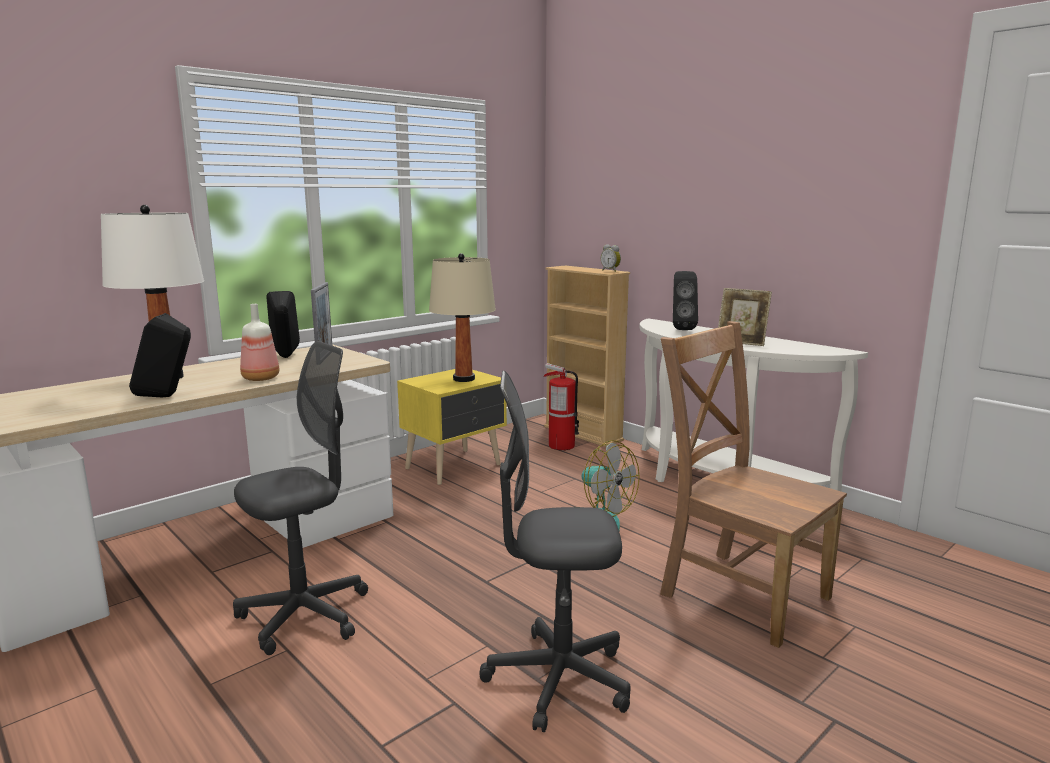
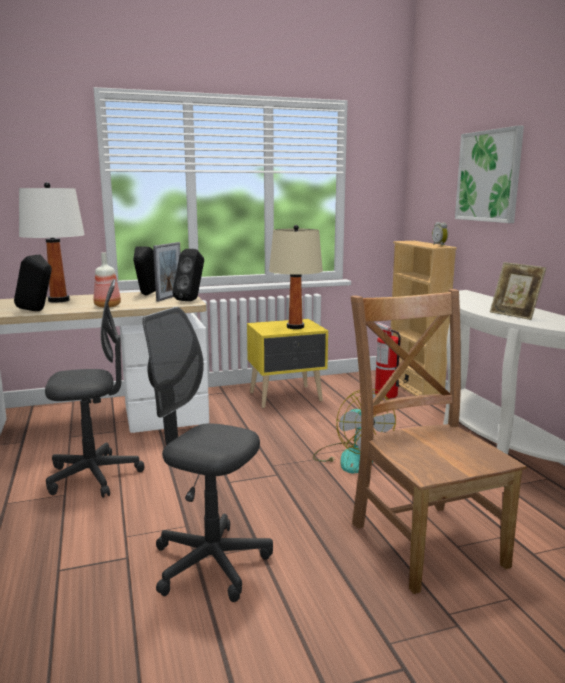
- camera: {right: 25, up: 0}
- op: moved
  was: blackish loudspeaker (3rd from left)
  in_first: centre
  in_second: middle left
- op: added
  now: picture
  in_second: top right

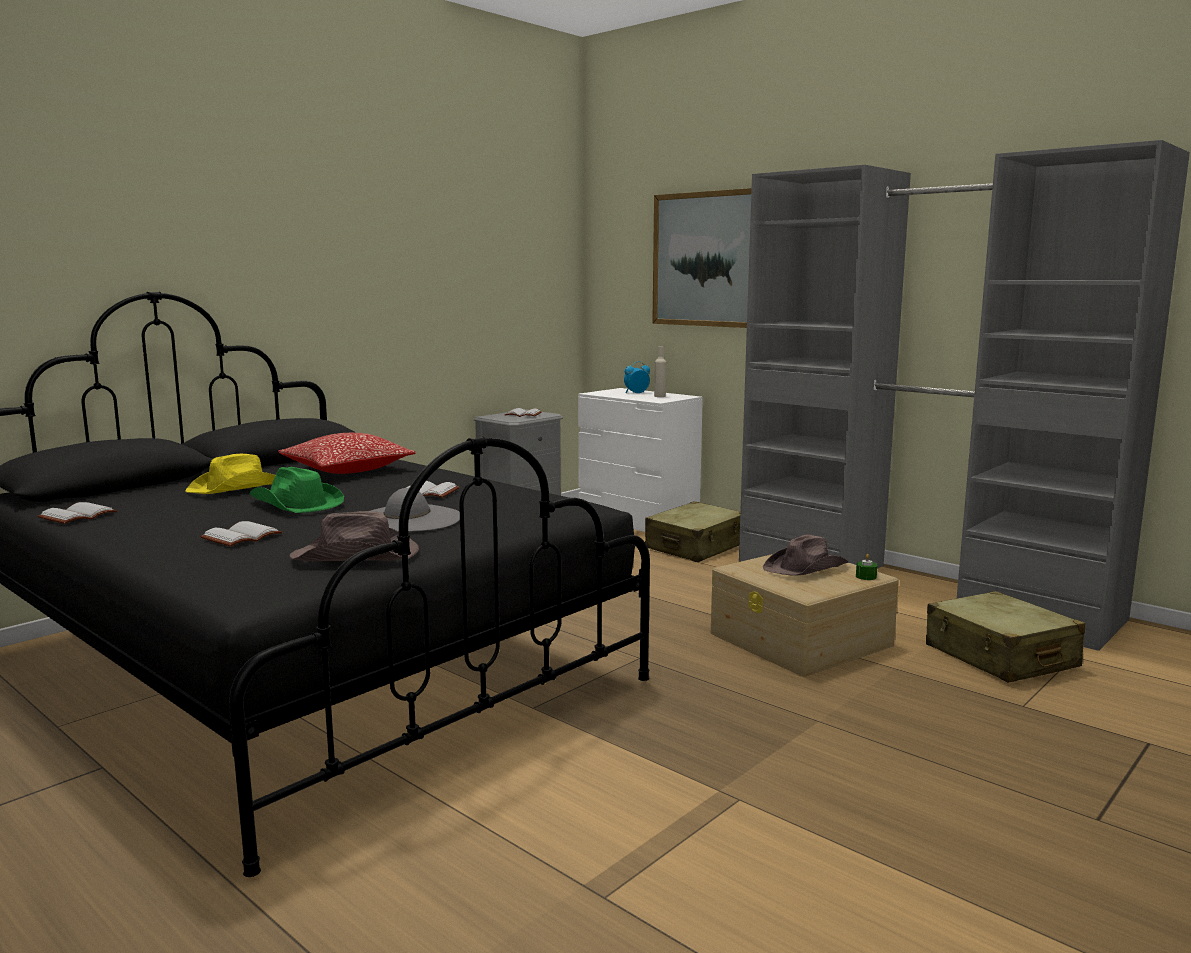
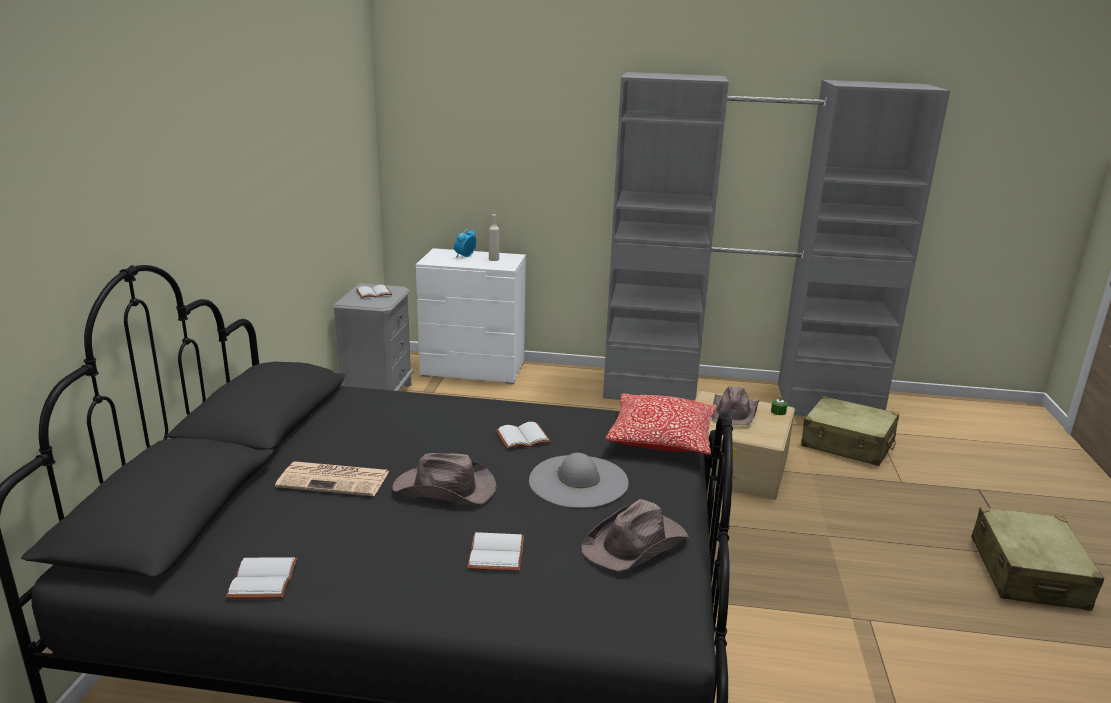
- camera: {right: -35, up: 10}
- op: replaced
  was: yellow-coloured wearable hat
  now: newspaper
  in_first: middle left
  in_second: bottom left
- op: recoloured
  was: green wearable hat
  now: brownish wearable hat (1st from left)
  in_first: middle left
  in_second: bottom centre
- op: moved
  was: throw pillow
  in_first: middle left
  in_second: centre
- op: moved
  was: beige-coloured travel case (1st from left in the first image)
  now: beige-coloured travel case (2nd from left)
  in_first: centre
  in_second: bottom right
- op: removed
  was: picture
  in_first: top centre

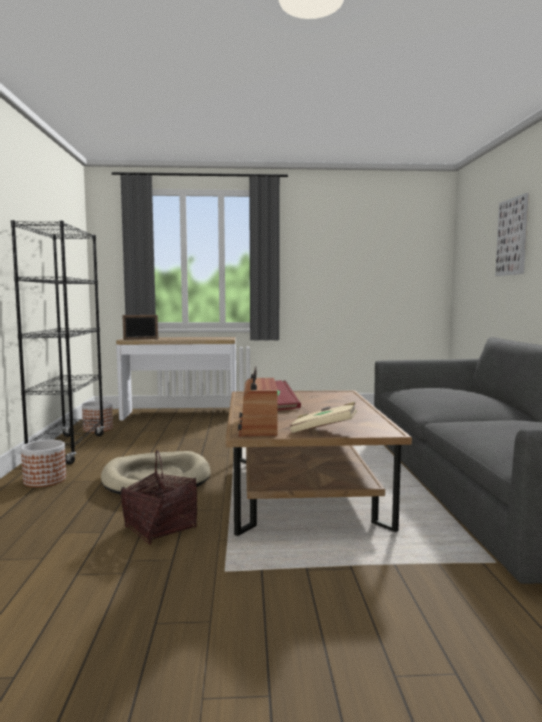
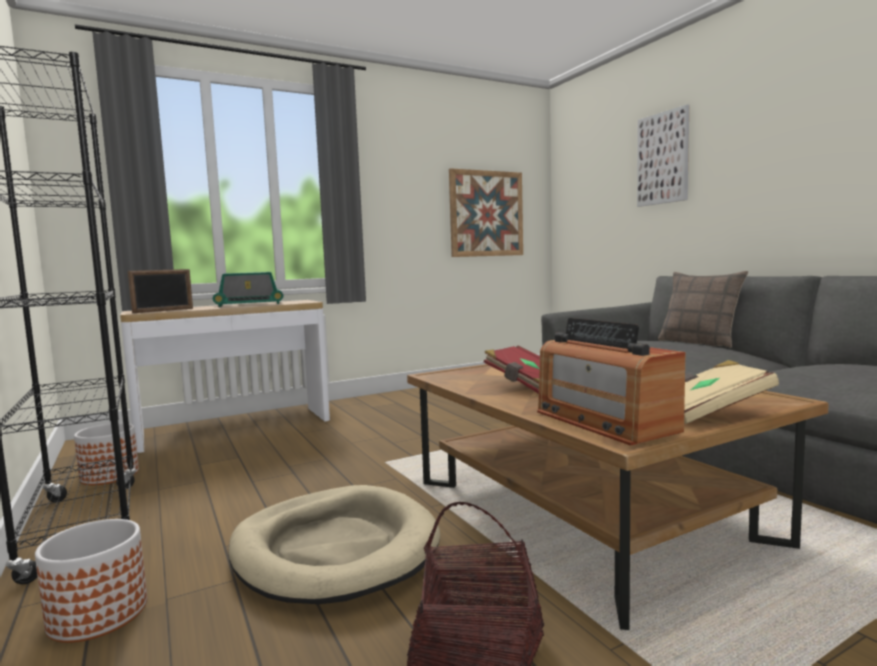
- camera: {right: -25, up: 0}
- op: added
  now: radio (1st from left)
  in_second: middle left
- op: added
  now: picture (1st from left)
  in_second: top centre
- op: added
  now: throw pillow
  in_second: middle right

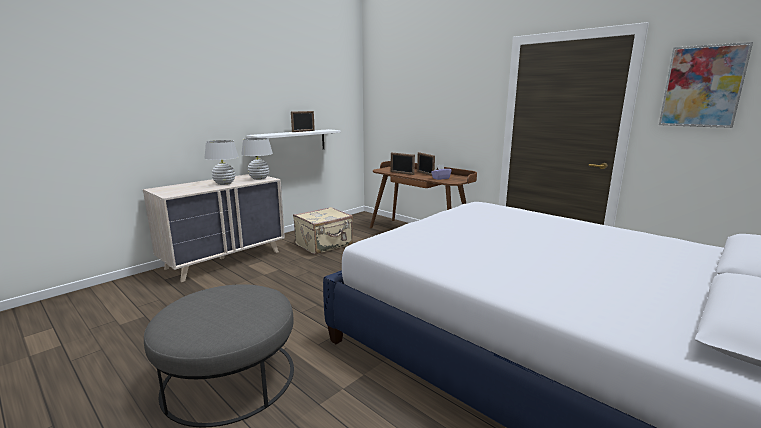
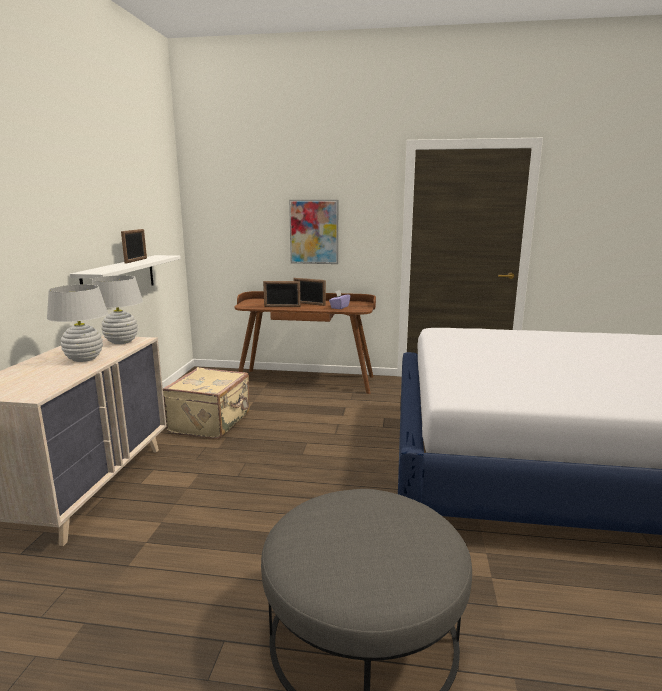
- camera: {right: -35, up: 0}
- op: moved
  was: picture
  in_first: top right
  in_second: centre

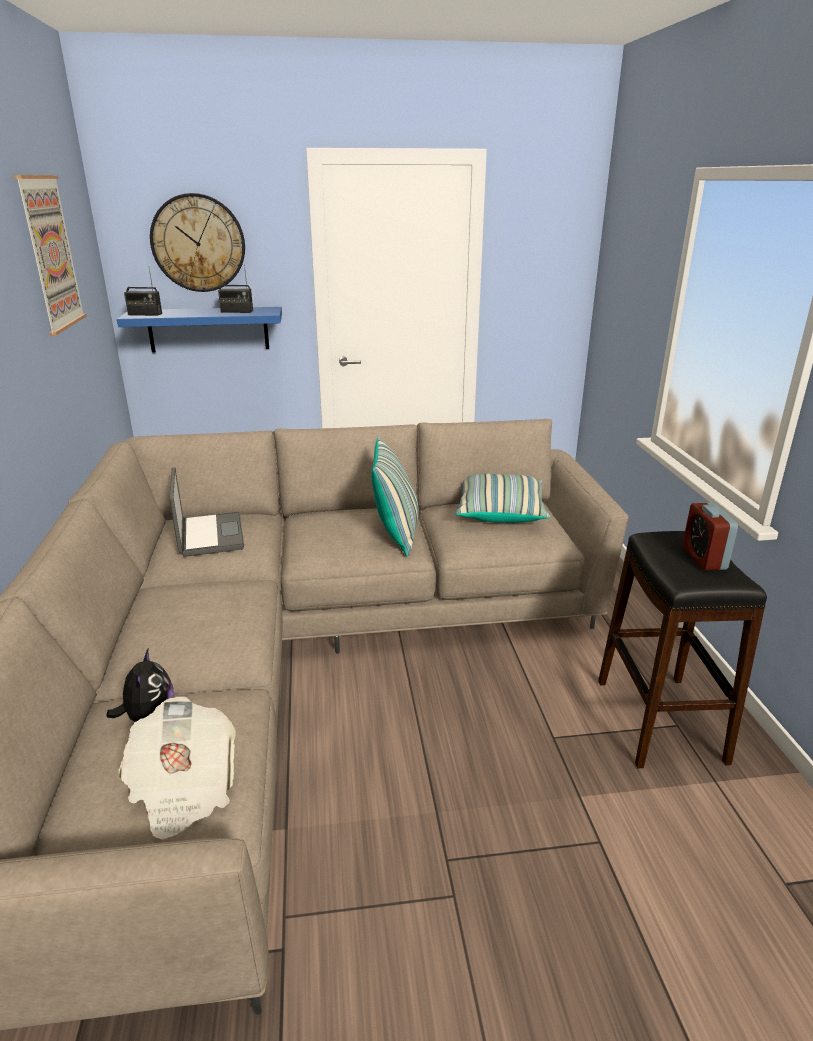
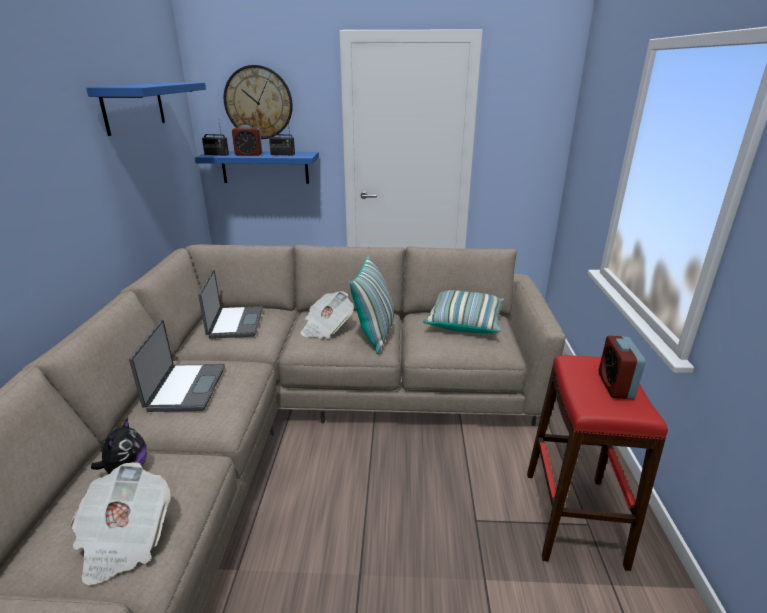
- camera: {right: 10, up: 0}
- op: replaced
  was: picture
  now: blue bracket shelf (1st from left)
  in_first: top left
  in_second: top left
- op: added
  now: laptop (1st from left)
  in_second: middle left
- op: added
  now: alarm clock (1st from left)
  in_second: top left
- op: added
  now: newspaper (2nd from left)
  in_second: centre
- op: recoloured
  was: blackish stool seat
  now: reddish stool seat
  in_first: middle right
  in_second: bottom right

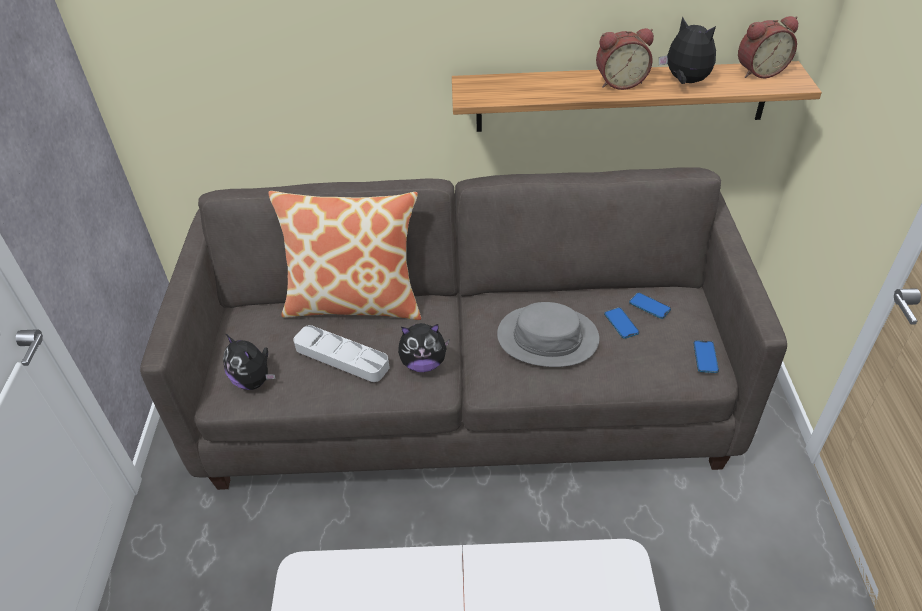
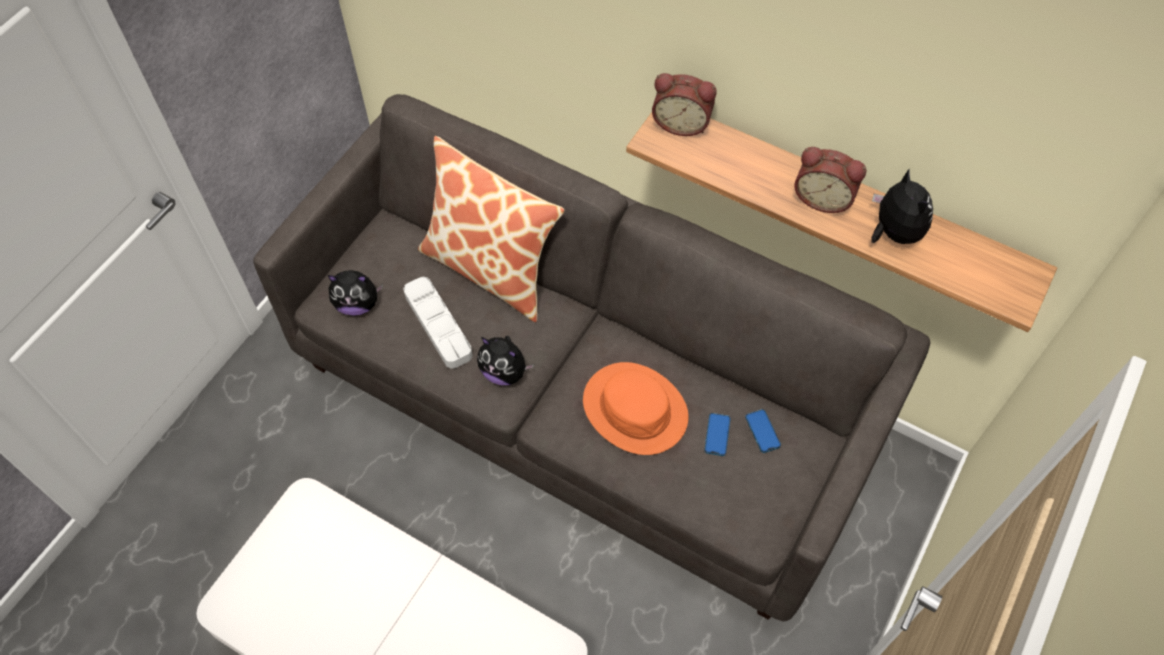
- camera: {right: 30, up: 15}
- op: turned
  was: soft toy (1st from left)
  in_first: middle left
  in_second: middle left
  clockwise: -75
- op: recoloured
  was: greyish wearable hat
  now: orangey wearable hat
  in_first: centre
  in_second: centre
- op: moved
  was: alarm clock (2nd from left in the first image)
  now: alarm clock (1st from left)
  in_first: top right
  in_second: top centre
- op: removed
  was: telephone (3rd from left)
  in_first: middle right

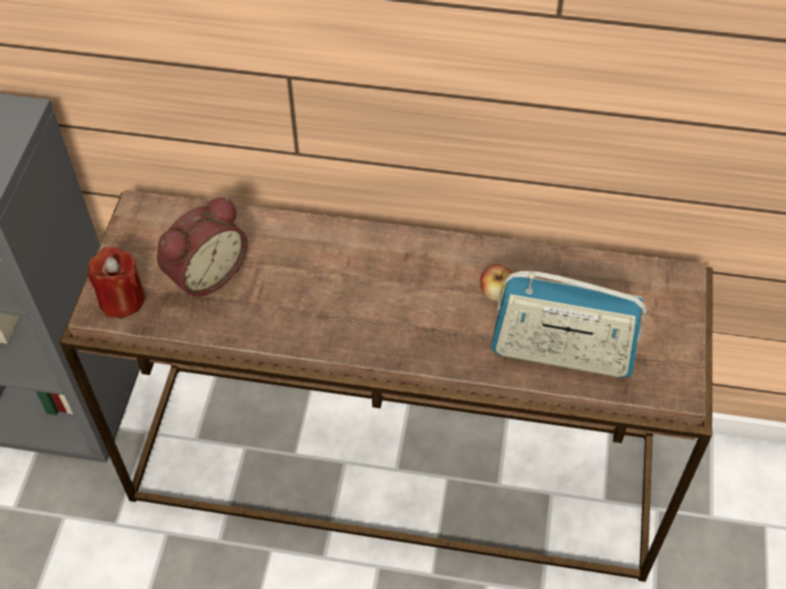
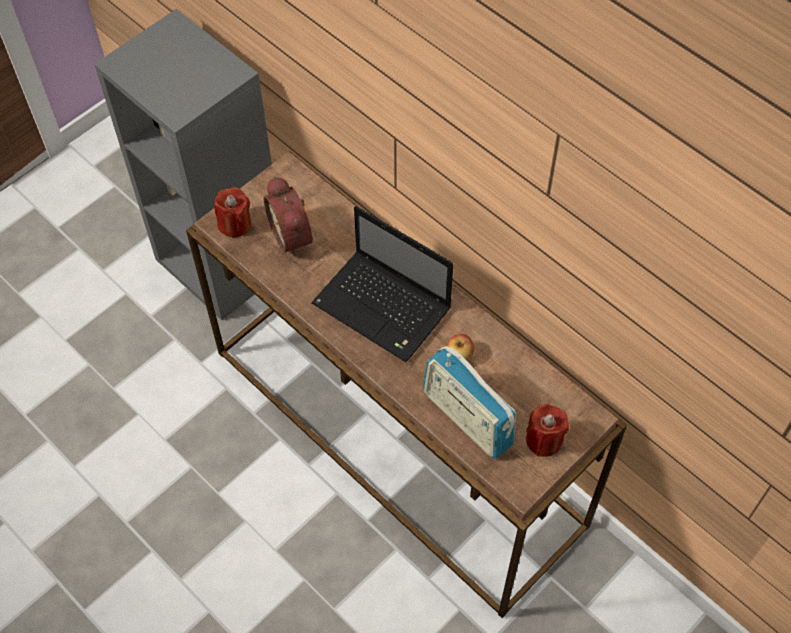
- camera: {right: 35, up: 5}
- op: turned
  was: alarm clock
  in_first: middle left
  in_second: centre
  clockwise: 75
- op: added
  now: laptop
  in_second: centre
- op: added
  now: reddish wax light (2nd from left)
  in_second: bottom right

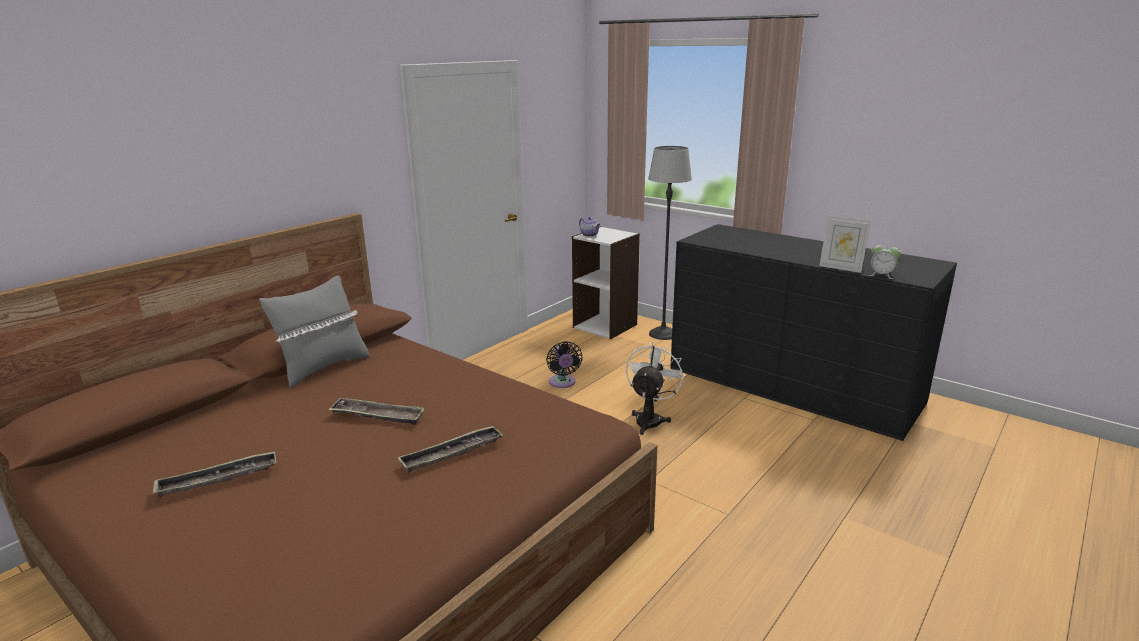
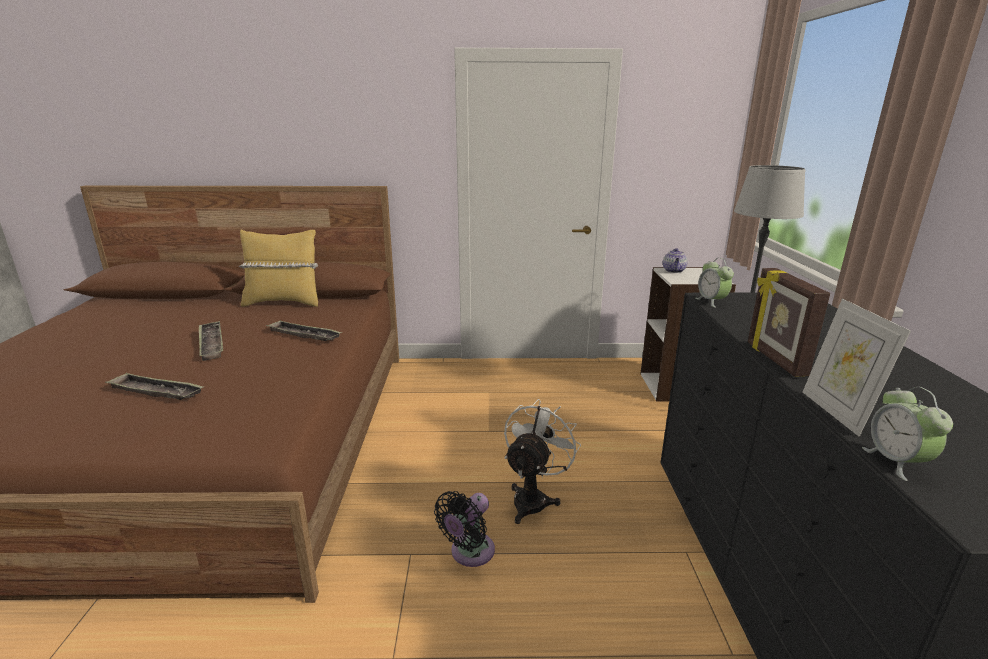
- camera: {right: 50, up: 0}
- op: recoloured
  was: greyish throw pillow
  now: yellow-coloured throw pillow
  in_first: middle left
  in_second: middle left
- op: moved
  was: serving tray (1st from left in the first image)
  now: serving tray (3rd from left)
  in_first: bottom left
  in_second: middle left
- op: moved
  was: blackish electric fan
  in_first: centre
  in_second: bottom centre
- op: turned
  was: white-coloured electric fan
  in_first: centre
  in_second: bottom centre
  clockwise: -45
- op: added
  now: alarm clock (1st from left)
  in_second: middle right
- op: added
  now: standing frame (1st from left)
  in_second: middle right

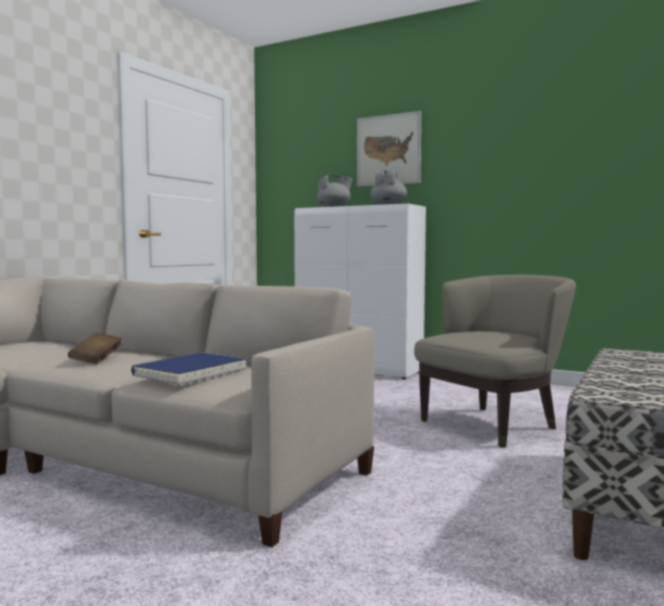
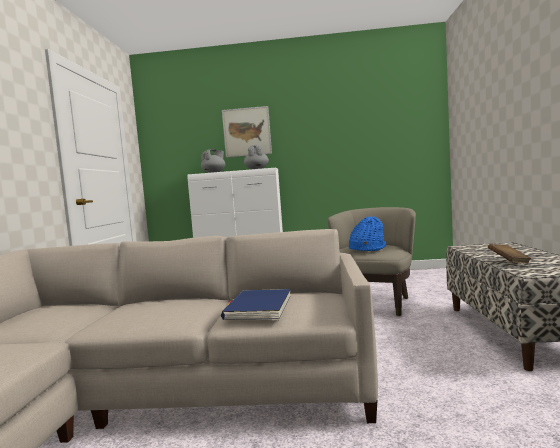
- camera: {right: -25, up: 0}
- op: added
  now: blue wearable hat
  in_second: centre
- op: moved
  was: brownish bound book
  in_first: middle left
  in_second: middle right

